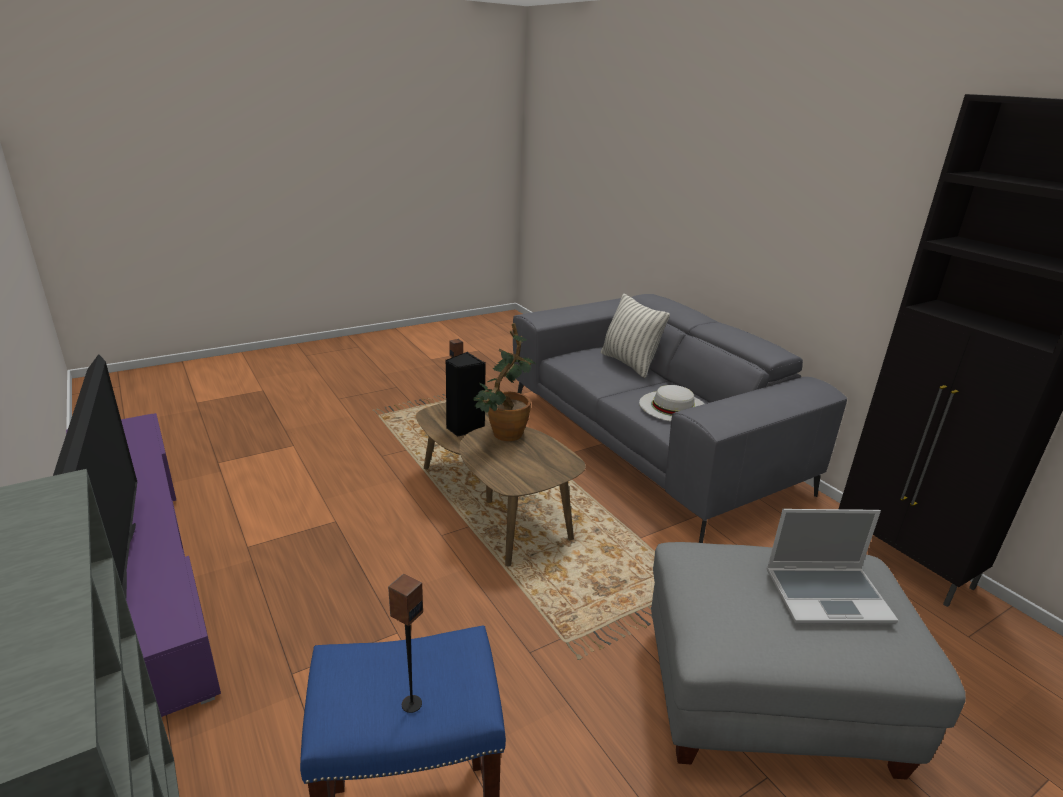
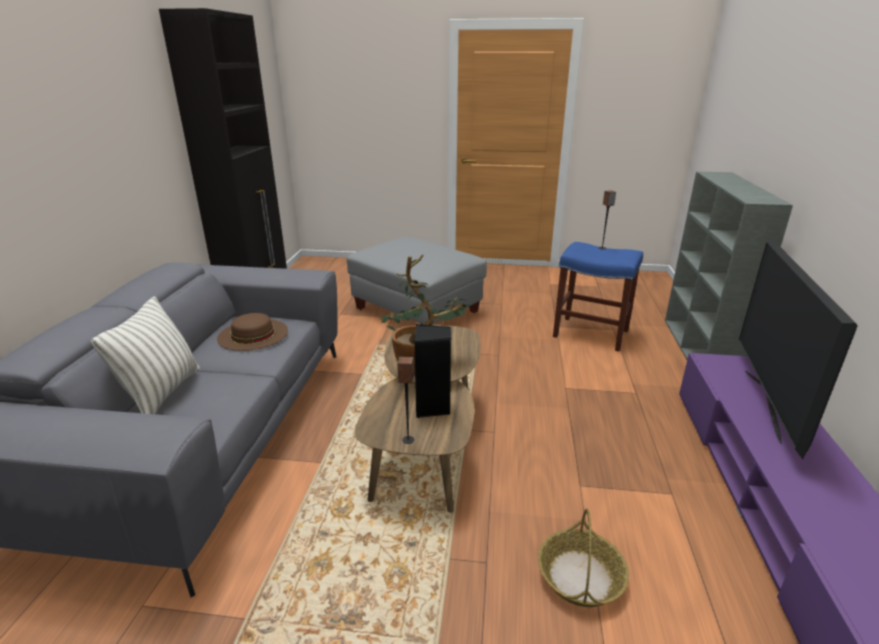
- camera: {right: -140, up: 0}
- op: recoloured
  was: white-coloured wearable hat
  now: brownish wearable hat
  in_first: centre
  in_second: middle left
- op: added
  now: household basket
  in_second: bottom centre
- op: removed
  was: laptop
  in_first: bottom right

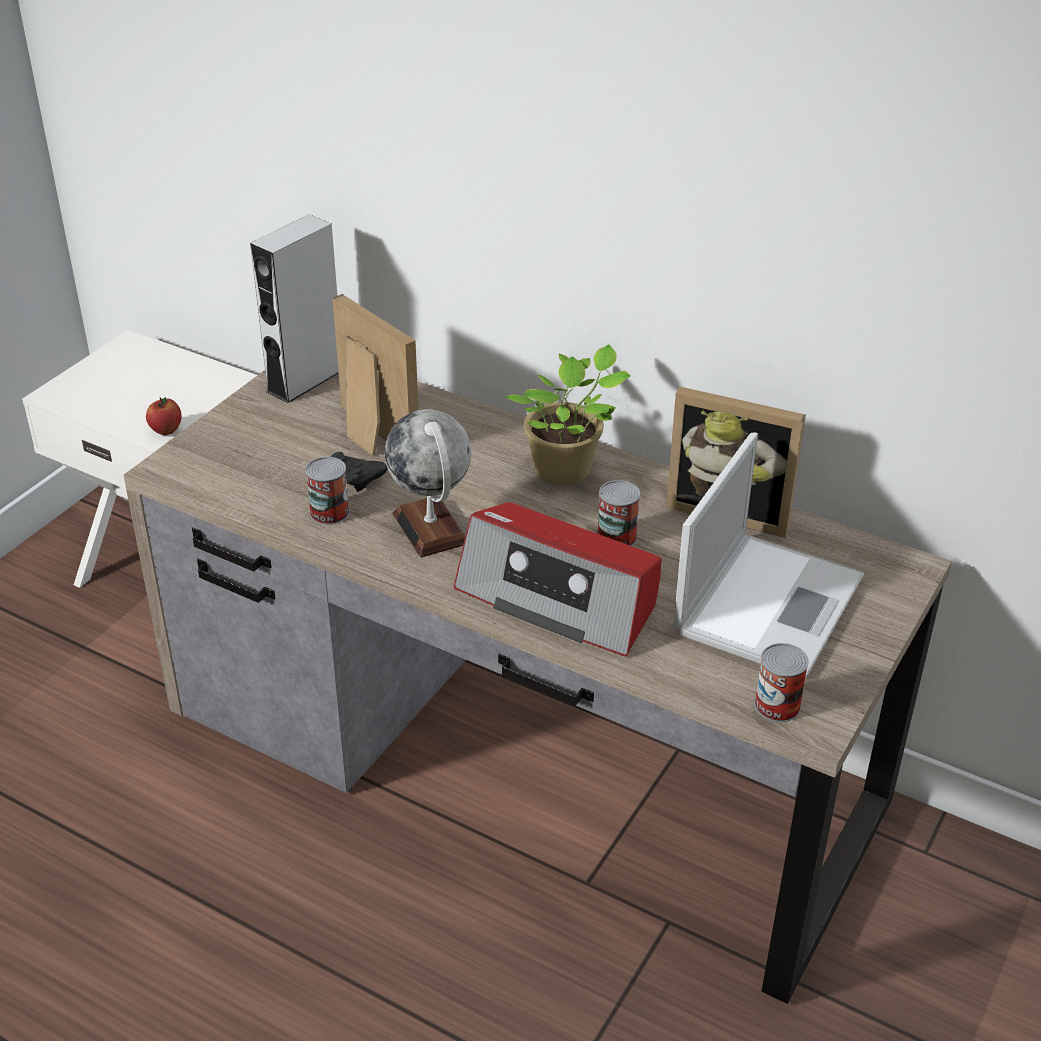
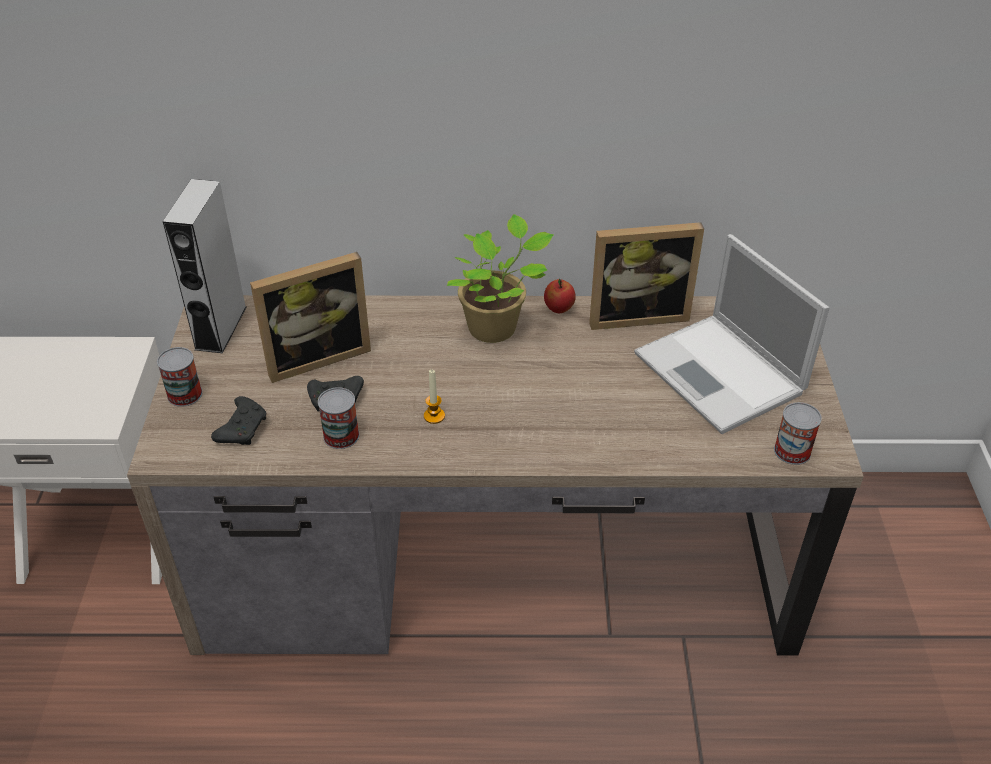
- camera: {right: -30, up: 5}
- op: moved
  was: can (2nd from left in the first image)
  now: can (1st from left)
  in_first: centre
  in_second: middle left
- op: added
  now: blackish joypad (1st from left)
  in_second: middle left
- op: turned
  was: standing frame (1st from left)
  in_first: centre
  in_second: middle left
  clockwise: 135
- op: replaced
  was: globe
  now: wax light
  in_first: centre
  in_second: centre
- op: moved
  was: apple fruit
  in_first: middle left
  in_second: centre
- op: turned
  was: laptop
  in_first: middle right
  in_second: middle right
  clockwise: 150
- op: removed
  was: radio
  in_first: centre

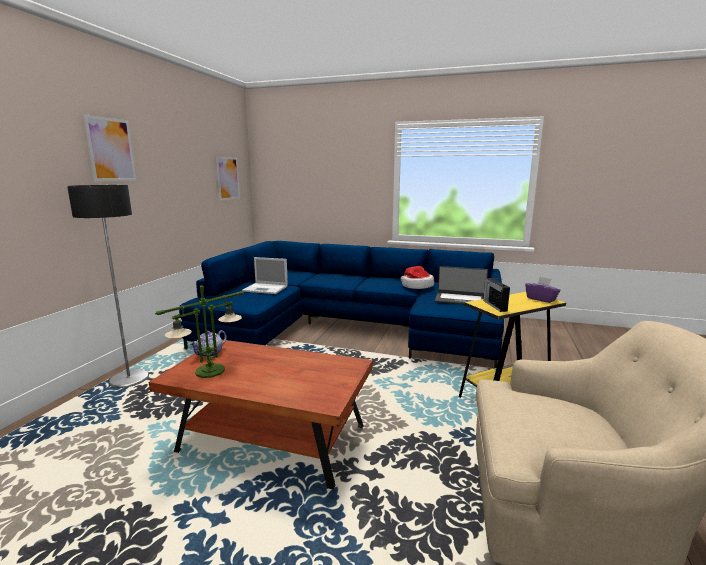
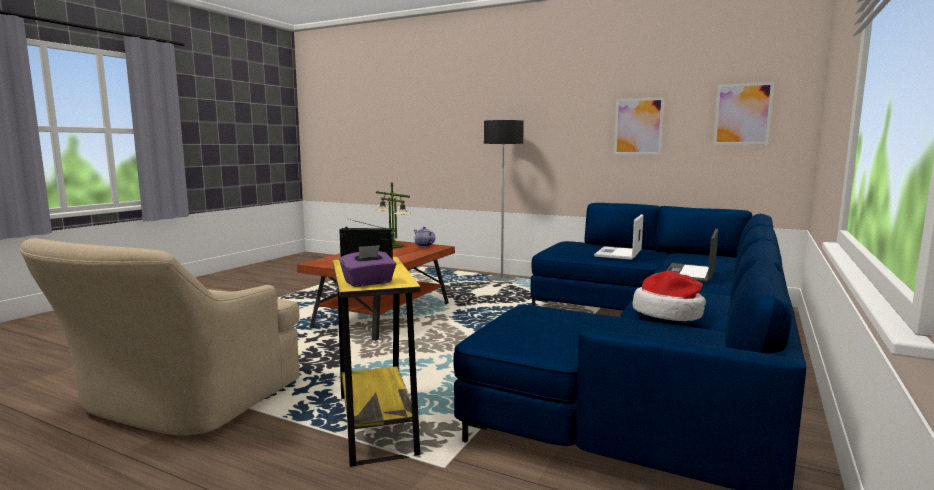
- camera: {right: 100, up: -5}
- op: moved
  was: picture (1st from left)
  in_first: top left
  in_second: top right
- op: moved
  was: laptop (2nd from left)
  in_first: centre
  in_second: middle right

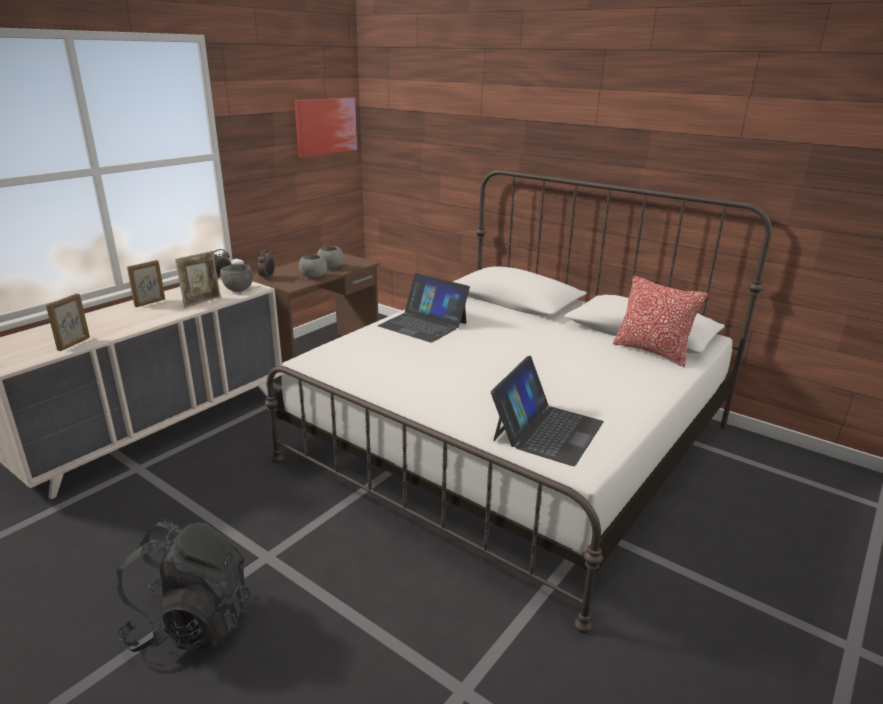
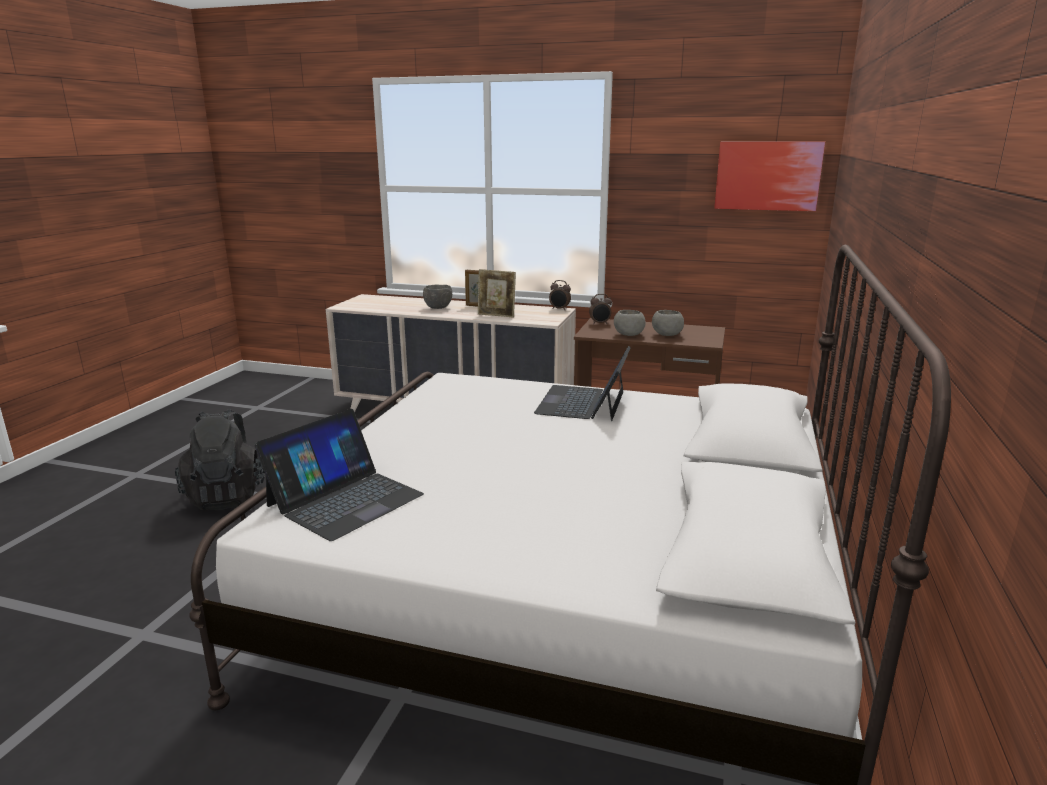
- camera: {right: 70, up: -5}
- op: turned
  was: laptop (2nd from left in the first image)
  in_first: centre
  in_second: middle left
  clockwise: -60
- op: moved
  was: greyish deep dish (1st from left)
  in_first: middle left
  in_second: centre
- op: removed
  was: standing frame (1st from left)
  in_first: middle left
- op: removed
  was: throw pillow
  in_first: middle right

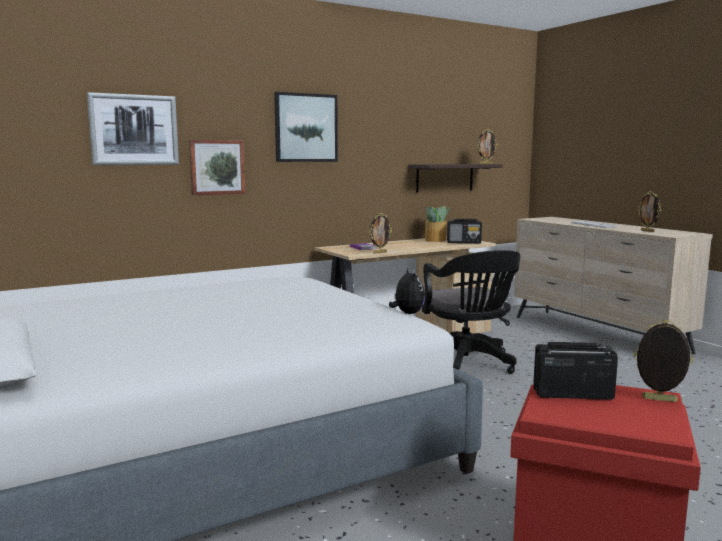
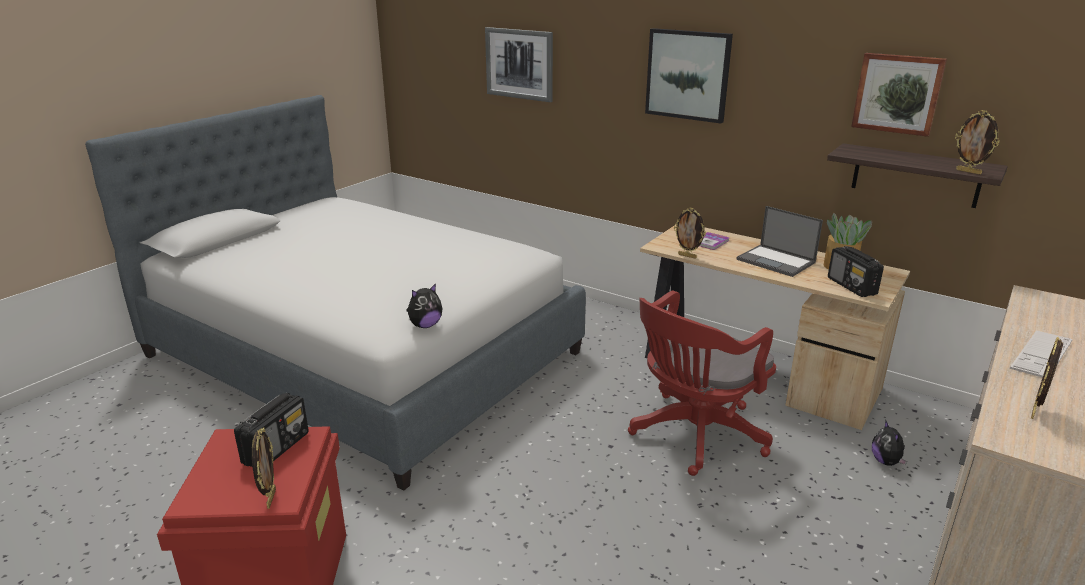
- camera: {right: 65, up: 15}
- op: turned
  was: radio (2nd from left in the first image)
  in_first: bottom right
  in_second: bottom left
  clockwise: 45
- op: recoloured
  was: blackish computer chair
  now: reddish computer chair
  in_first: centre
  in_second: centre
- op: added
  now: laptop
  in_second: middle right
- op: moved
  was: picture (2nd from left in the first image)
  now: picture (3rd from left)
  in_first: top left
  in_second: top right
- op: added
  now: soft toy (2nd from left)
  in_second: bottom right

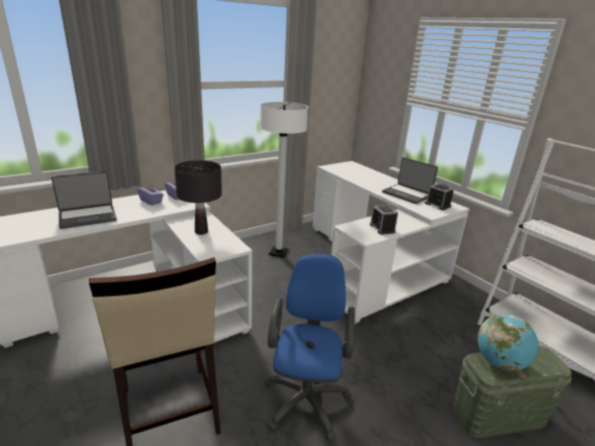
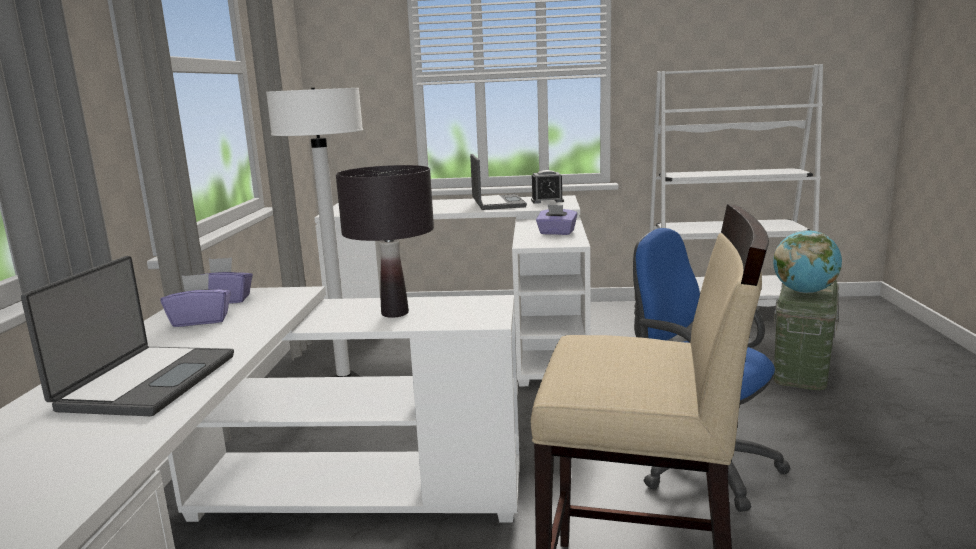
- camera: {right: -50, up: -10}
- op: turned
  was: laptop (2nd from left)
  in_first: middle right
  in_second: top centre
  clockwise: -90
- op: replaced
  was: alarm clock (1st from left)
  now: purple-coloured tissue box (3rd from left)
  in_first: centre
  in_second: centre

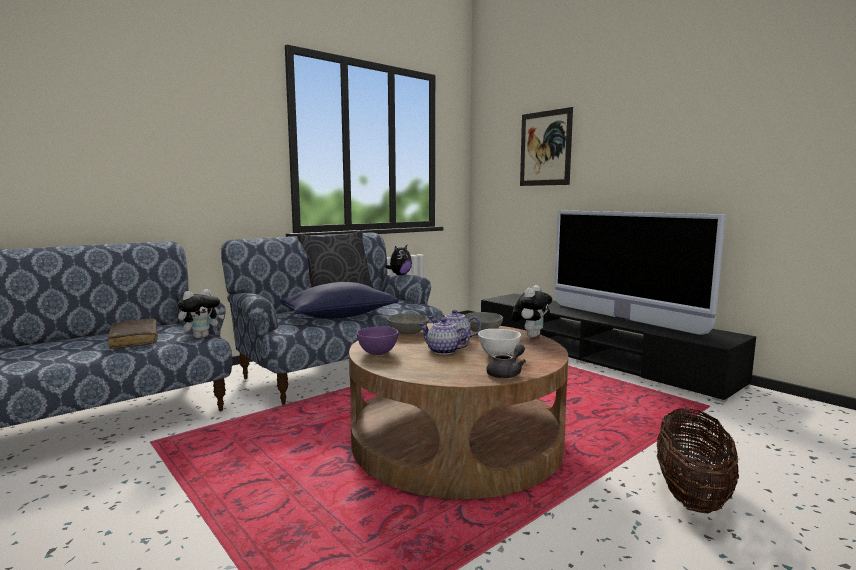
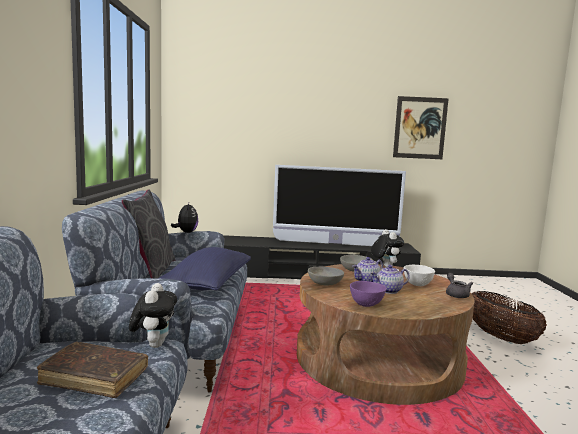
- camera: {right: -50, up: 0}
- op: moved
  was: picture
  in_first: top centre
  in_second: top right

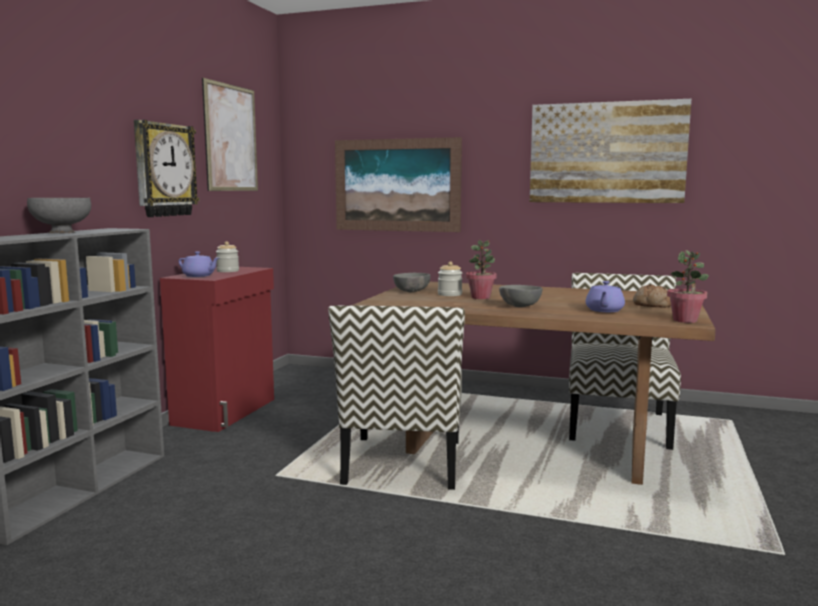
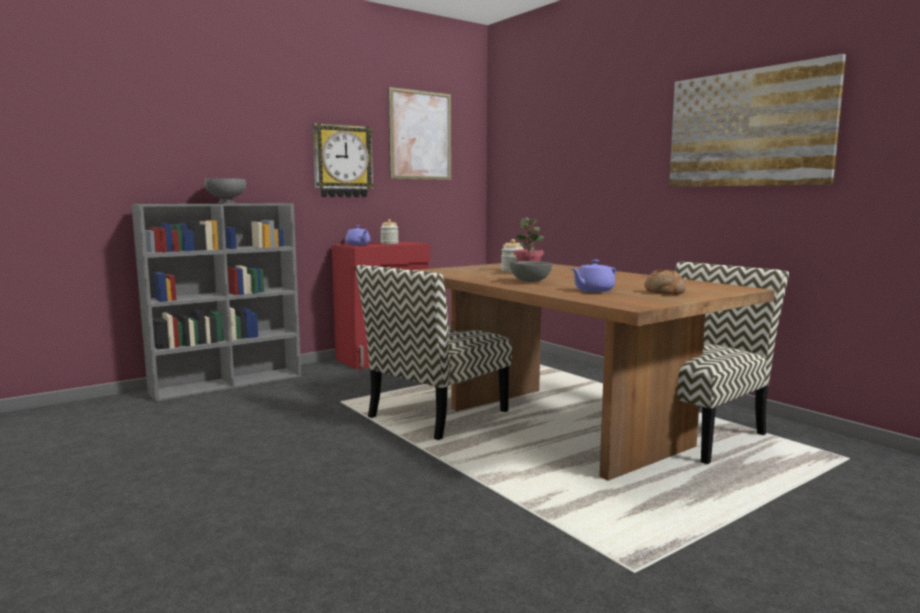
- camera: {right: 35, up: 0}
- op: removed
  was: picture (2nd from left)
  in_first: top centre
- op: removed
  was: greyish deep dish (2nd from left)
  in_first: centre
- op: removed
  was: plant in a pot (2nd from left)
  in_first: middle right

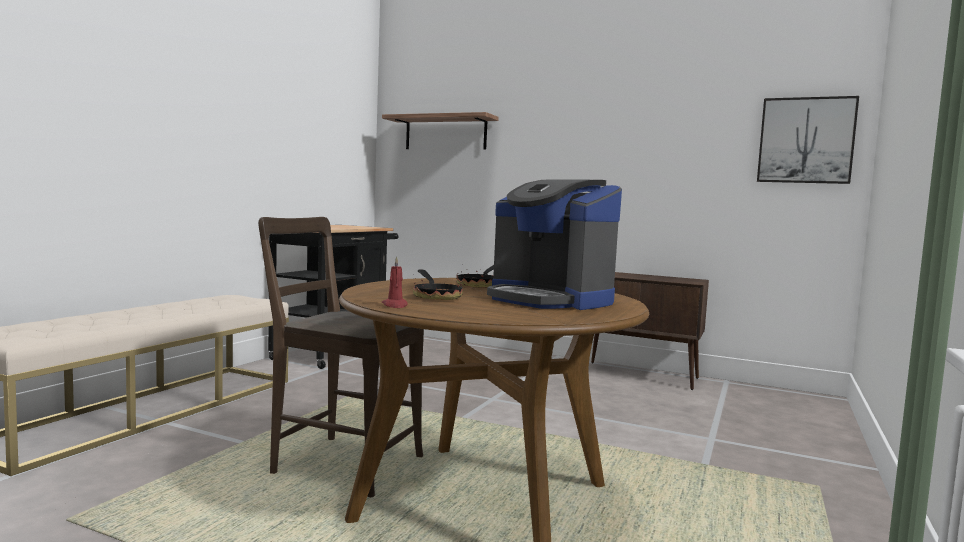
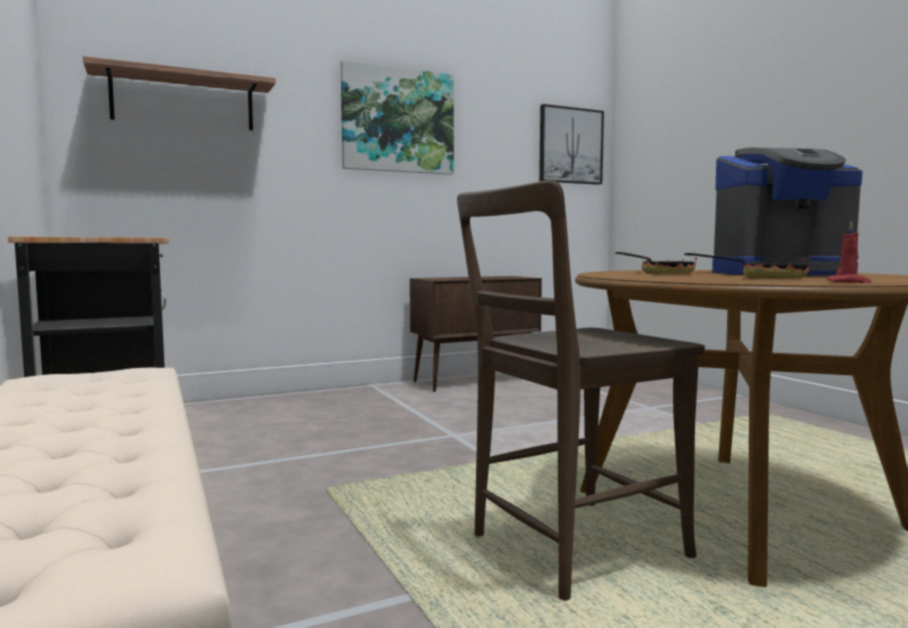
- camera: {right: -50, up: 0}
- op: added
  now: picture (1st from left)
  in_second: top centre

